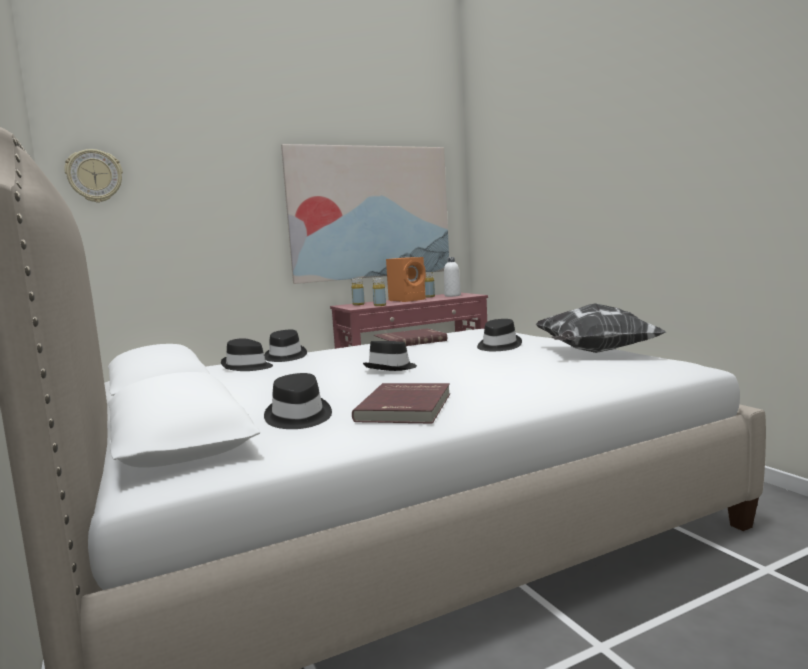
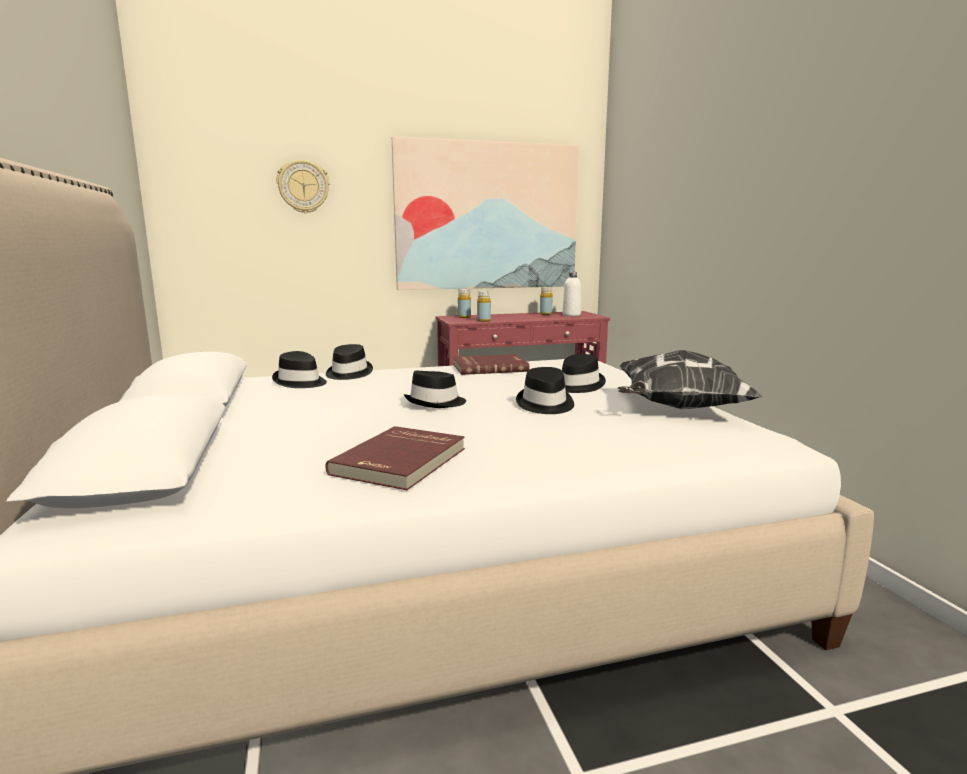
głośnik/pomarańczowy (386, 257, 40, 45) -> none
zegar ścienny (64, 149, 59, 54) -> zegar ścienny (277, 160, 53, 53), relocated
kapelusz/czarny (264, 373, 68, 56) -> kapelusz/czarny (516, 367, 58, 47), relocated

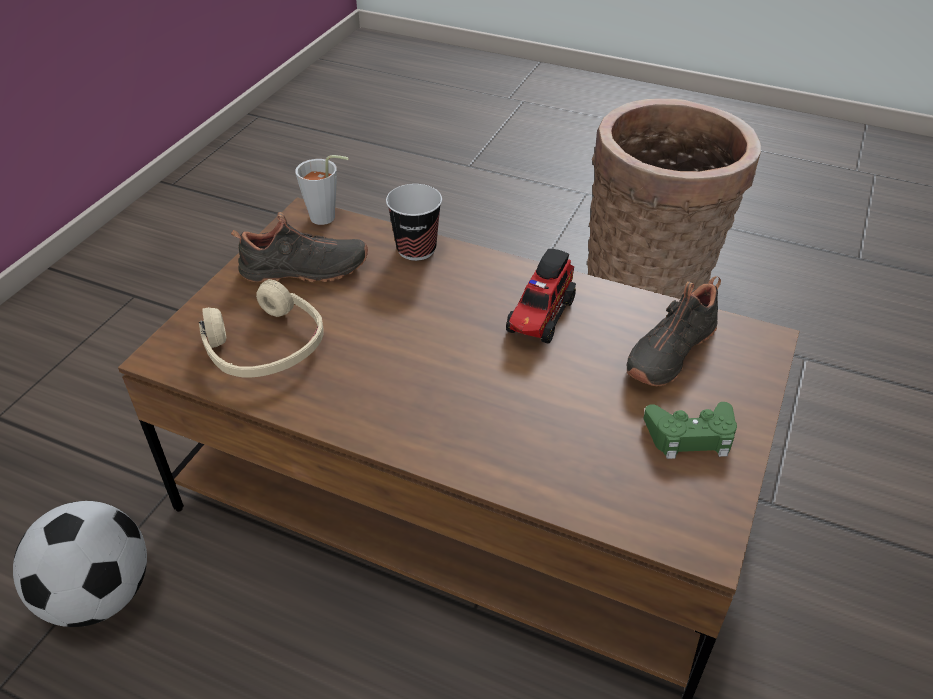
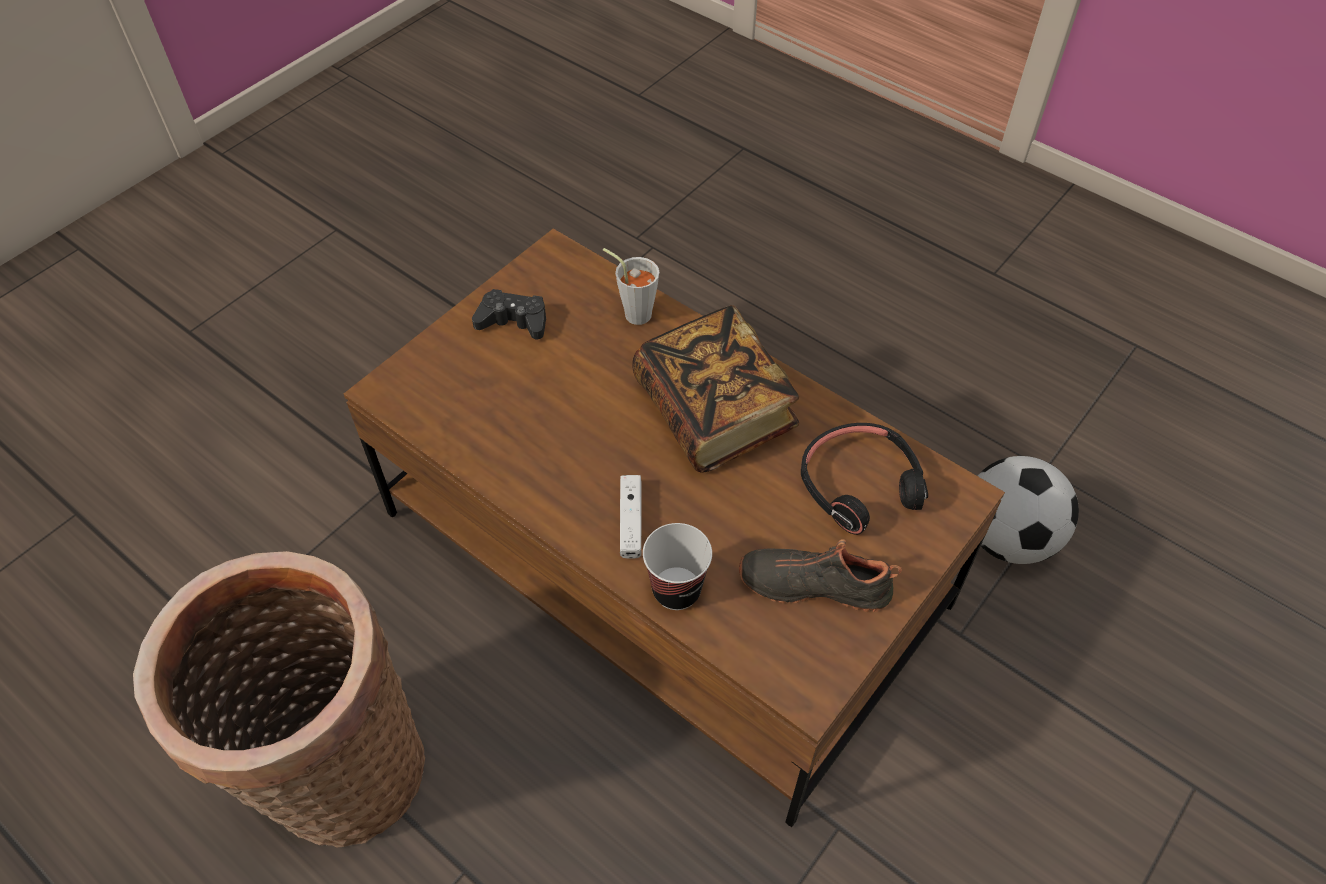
ciężarówka zabawkowa (506, 249, 70, 95) -> none
but/czarny (627, 276, 94, 110) -> none
none -> pad do gier/biały (620, 475, 22, 84)
none -> książka (632, 305, 167, 168)
filiżanka/szary (295, 155, 54, 70) -> filiżanka/szary (603, 248, 56, 77), relocated
słuchawki/beżowy (199, 279, 125, 98) -> słuchawki/czarny (801, 423, 127, 112)
pad do gier/zielony (644, 402, 93, 57) -> pad do gier/czarny (472, 289, 74, 50)

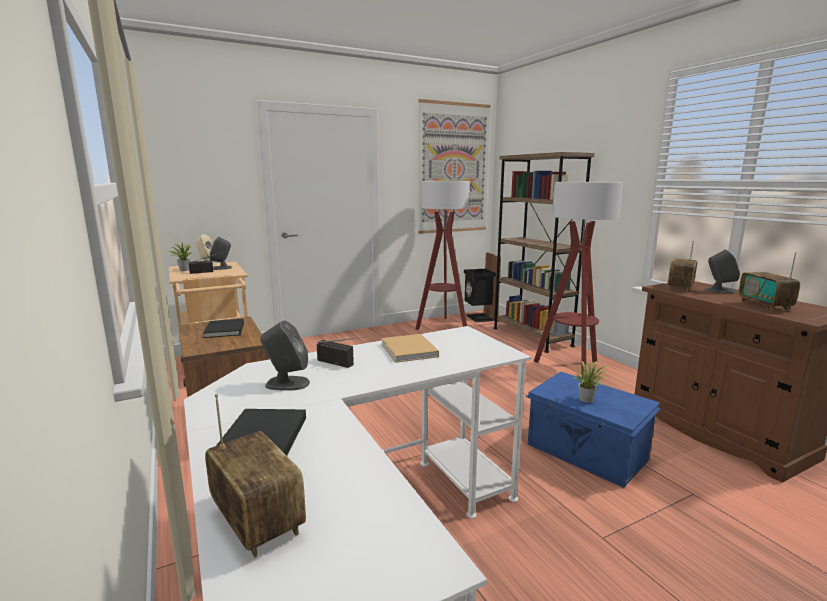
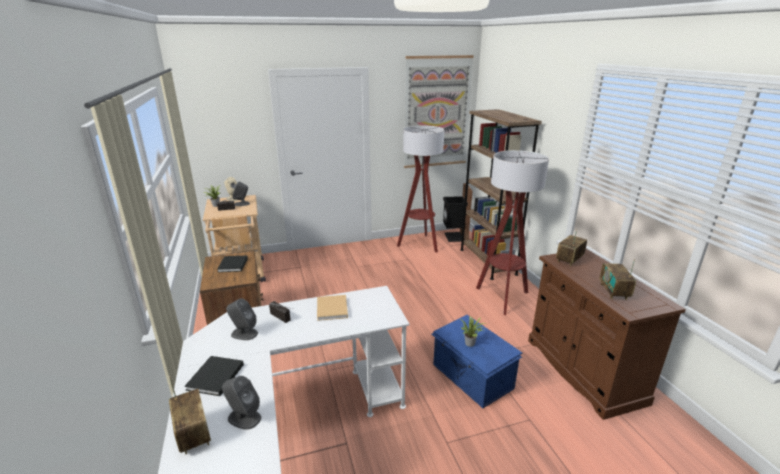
głośnik/szary (704, 250, 36, 43) -> głośnik/szary (222, 376, 39, 54), relocated

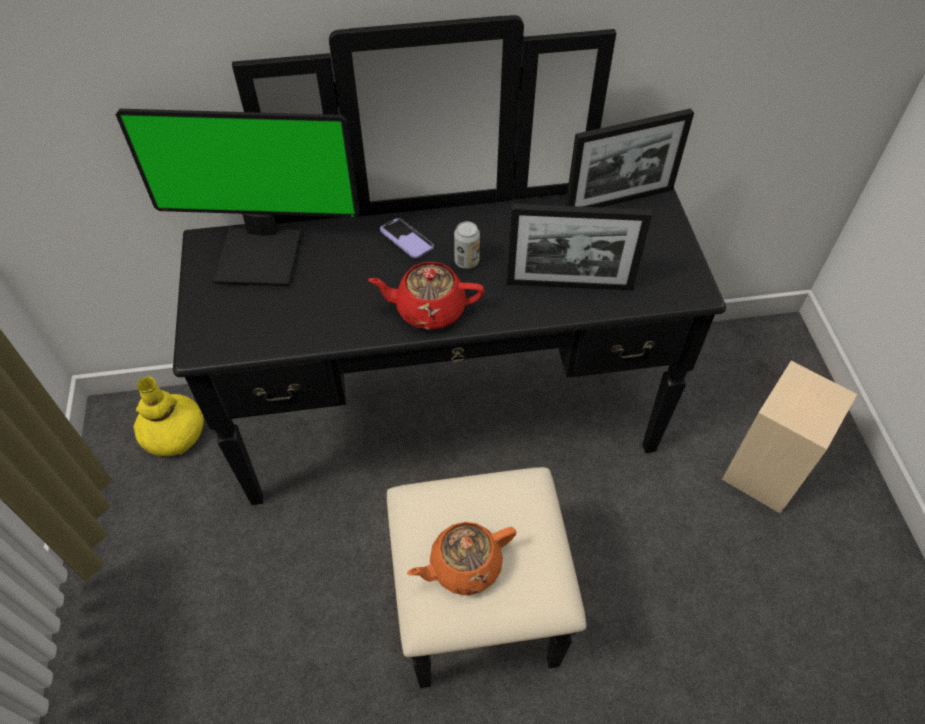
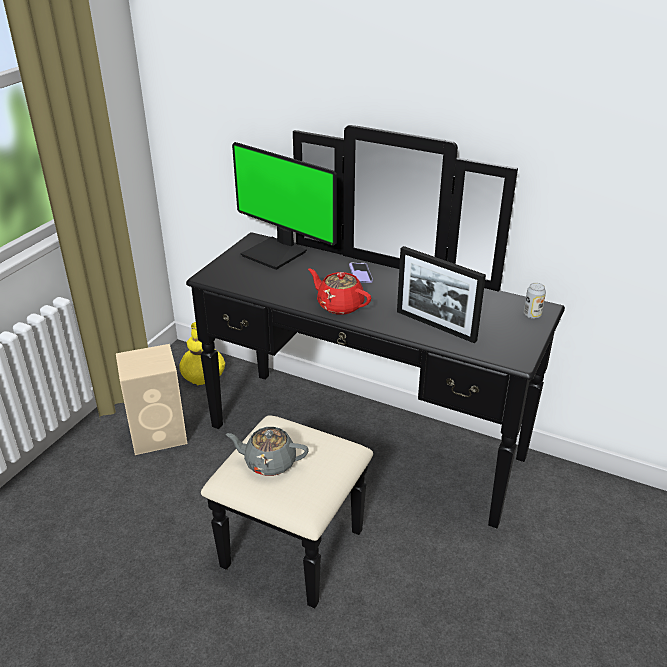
ramka na zdjęcie (566, 108, 128, 99) -> none
puszka (454, 221, 26, 48) -> puszka (524, 283, 22, 36), relocated
głośnik/beżowy (722, 361, 135, 153) -> głośnik/beżowy (116, 344, 71, 111), relocated
imbryk/pomarańczowy (407, 522, 109, 73) -> imbryk/szary (226, 427, 83, 49)

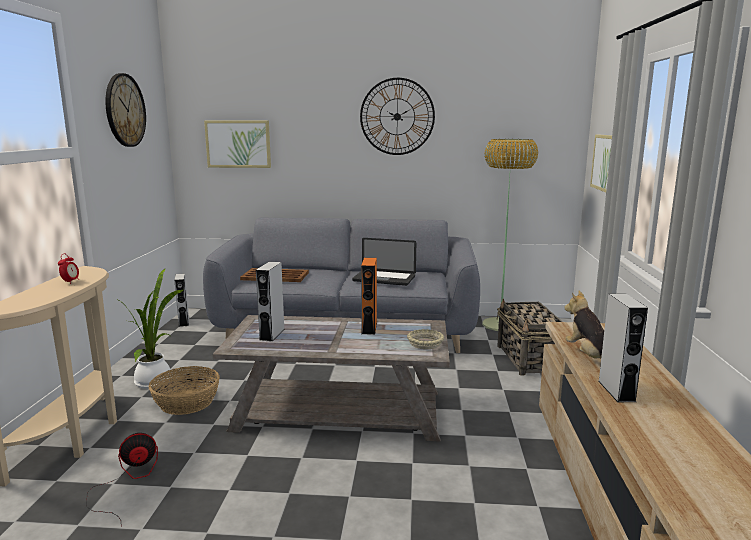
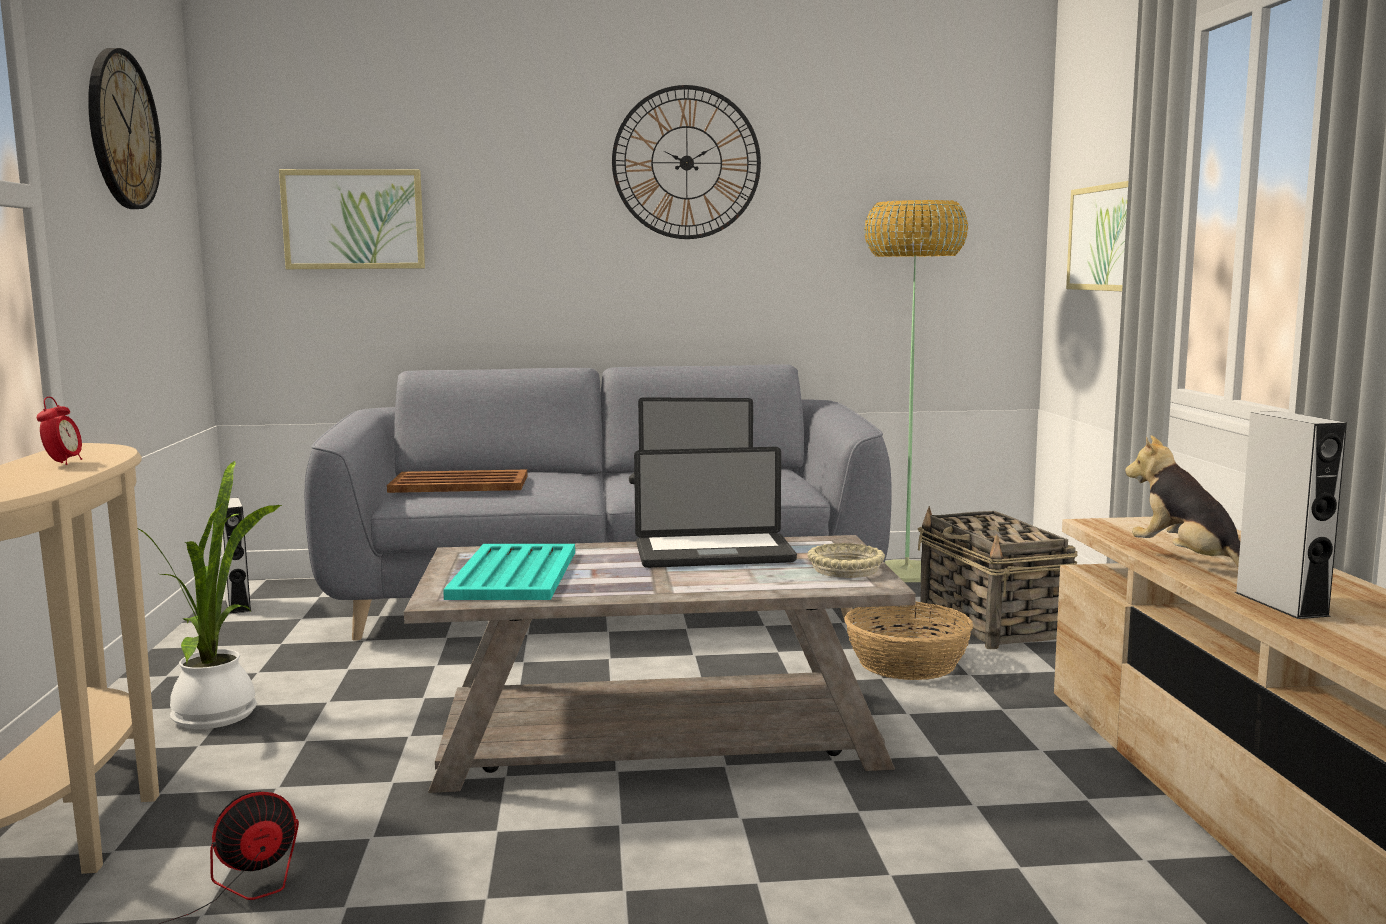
koszyk (148, 366, 72, 49) -> koszyk (844, 602, 130, 78), relocated
głośnik/szary (256, 262, 29, 80) -> taca/turkusowy (443, 544, 132, 56)
głośnik/pomarańczowy (361, 258, 16, 77) -> laptop (634, 447, 163, 121)

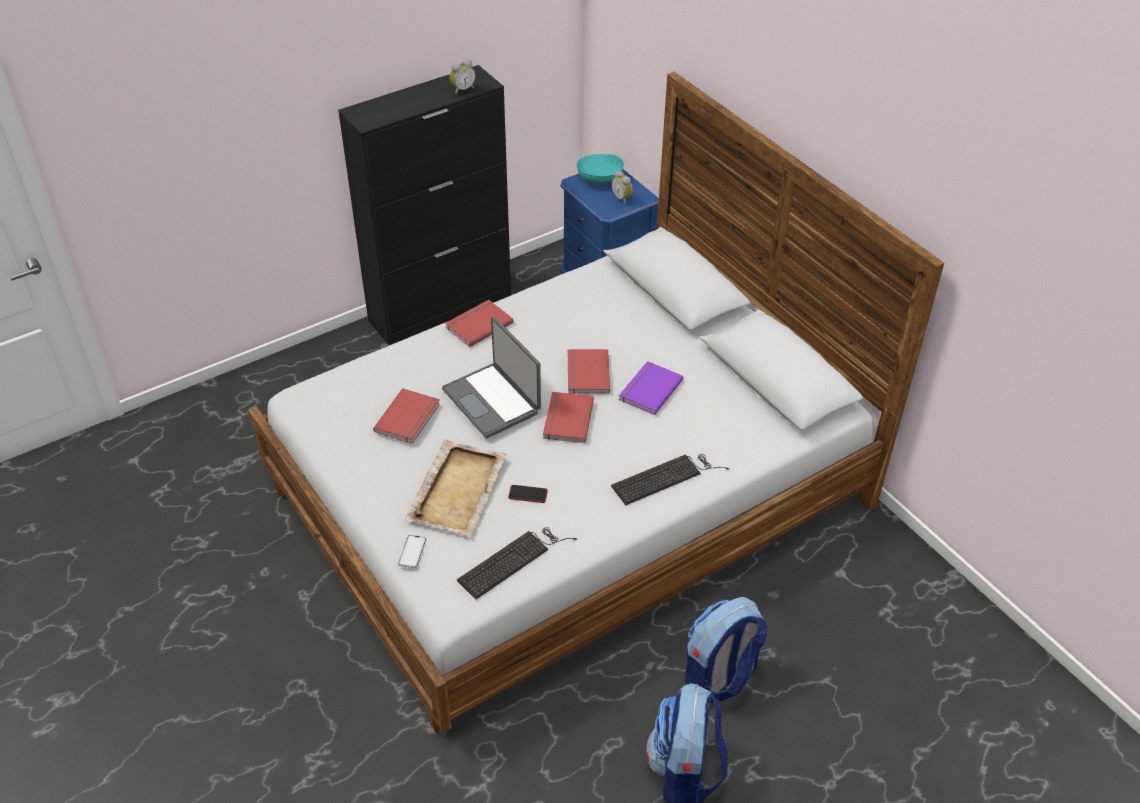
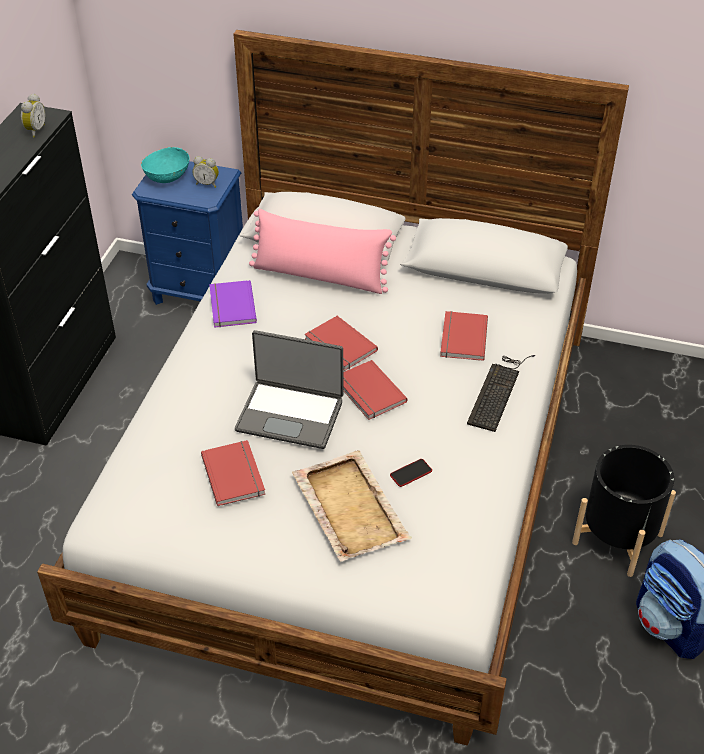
telefon (398, 535, 28, 33) -> none
klawiatura (457, 527, 120, 72) -> none
none -> poduszka/różowy (249, 209, 147, 85)
książka/czerwony (445, 300, 69, 47) -> książka/czerwony (440, 311, 48, 50), relocated
książka/fioletowy (619, 361, 64, 54) -> książka/fioletowy (209, 280, 48, 48), relocated
plecak (685, 597, 82, 106) -> donica/czarny (572, 445, 104, 132)

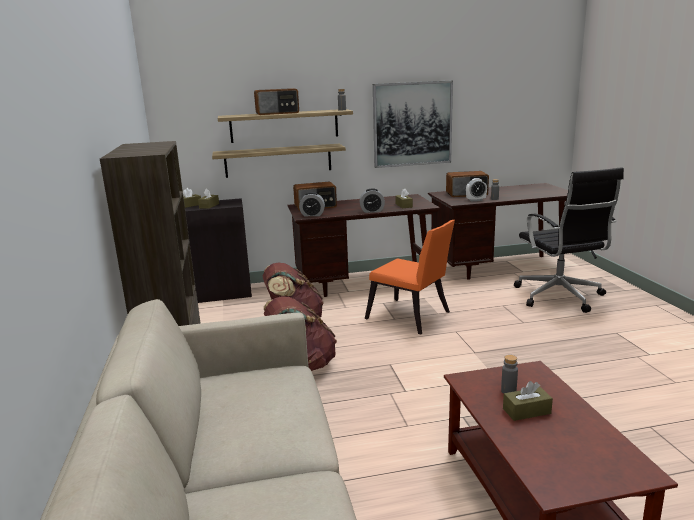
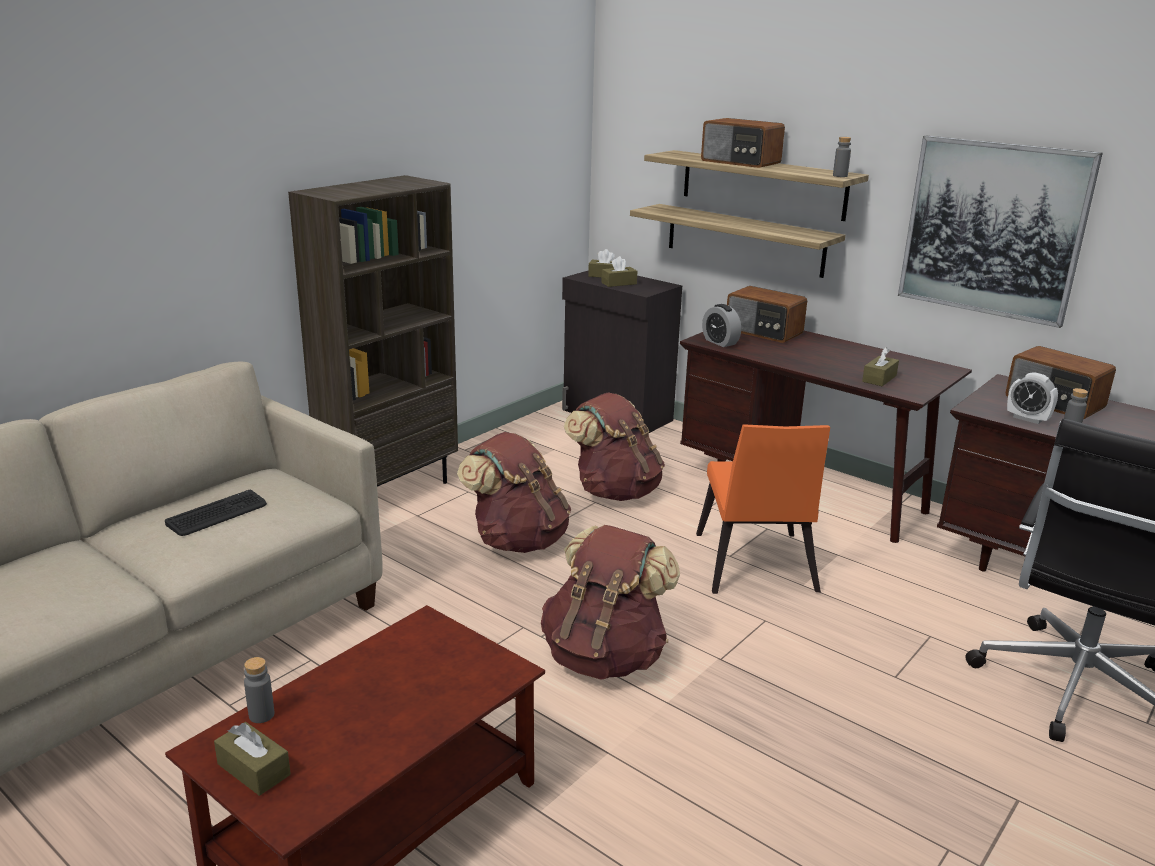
budzik (360, 188, 25, 25) -> none
none -> klawiatura (165, 490, 102, 46)
none -> plecak/brązowy (541, 525, 139, 155)
butelka/szary (501, 355, 17, 39) -> butelka/szary (244, 657, 30, 66), relocated
pudełko chusteczek/brązowy (503, 381, 50, 40) -> pudełko chusteczek/brązowy (214, 722, 77, 74), relocated

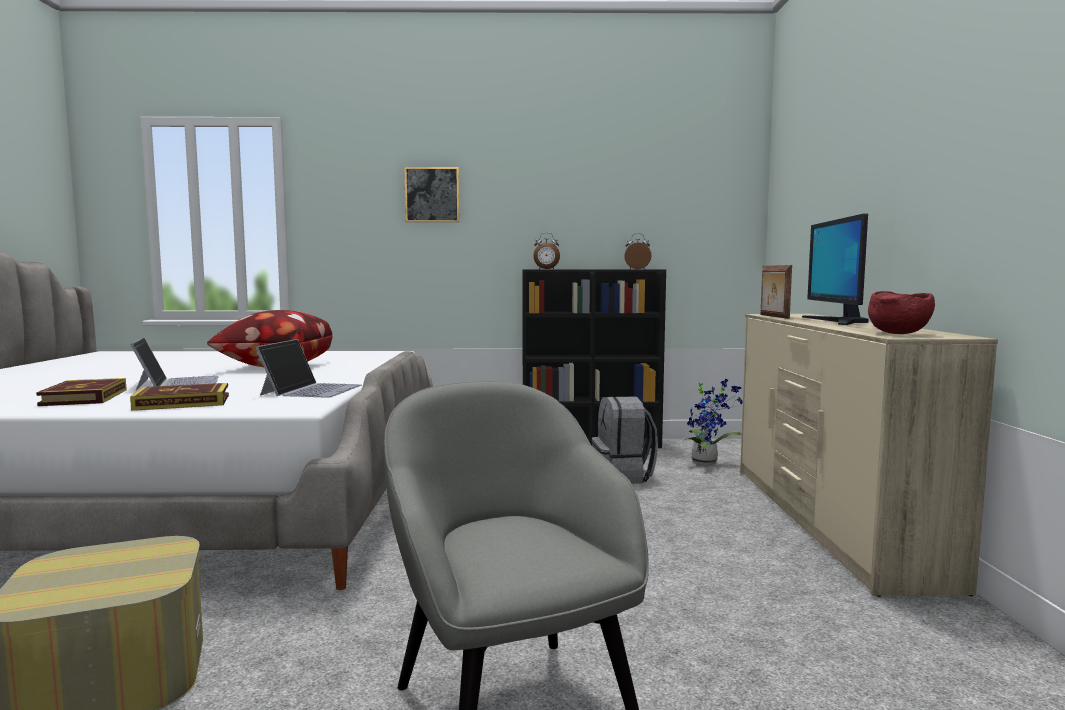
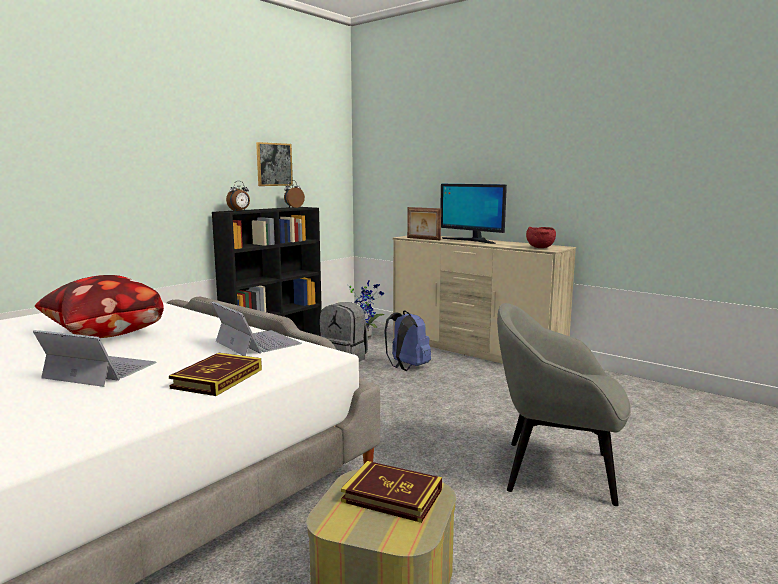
none -> plecak/niebieski (384, 310, 47, 61)
książka (36, 378, 91, 28) -> książka (341, 461, 101, 62), relocated
obraz (404, 167, 56, 55) -> obraz (256, 142, 37, 44), relocated

